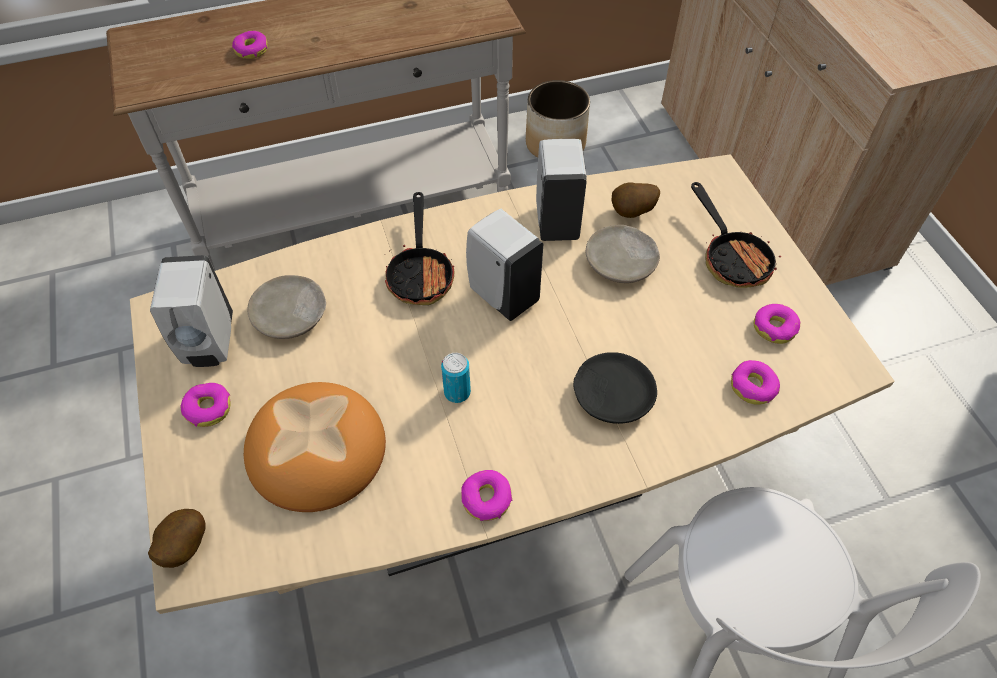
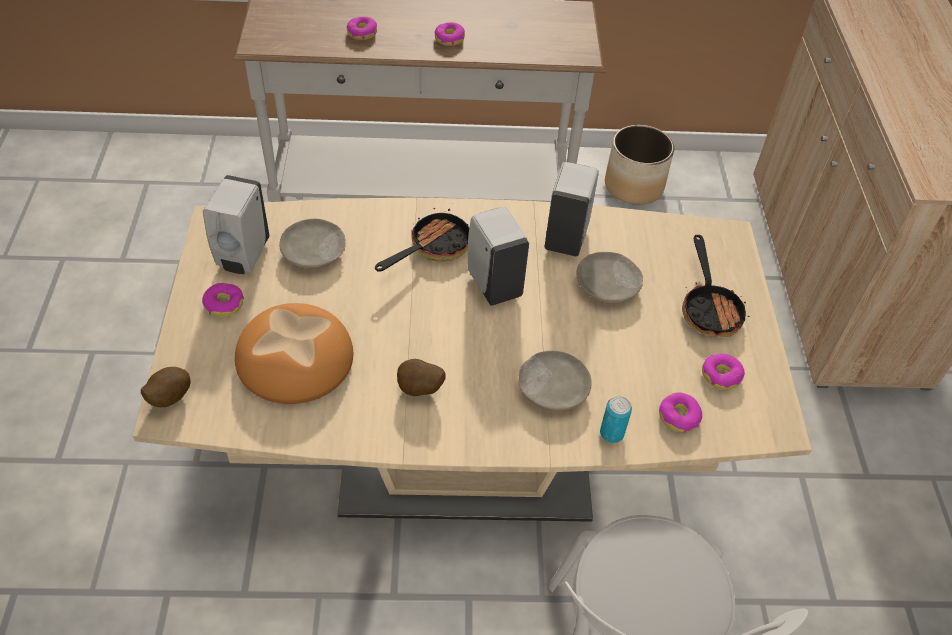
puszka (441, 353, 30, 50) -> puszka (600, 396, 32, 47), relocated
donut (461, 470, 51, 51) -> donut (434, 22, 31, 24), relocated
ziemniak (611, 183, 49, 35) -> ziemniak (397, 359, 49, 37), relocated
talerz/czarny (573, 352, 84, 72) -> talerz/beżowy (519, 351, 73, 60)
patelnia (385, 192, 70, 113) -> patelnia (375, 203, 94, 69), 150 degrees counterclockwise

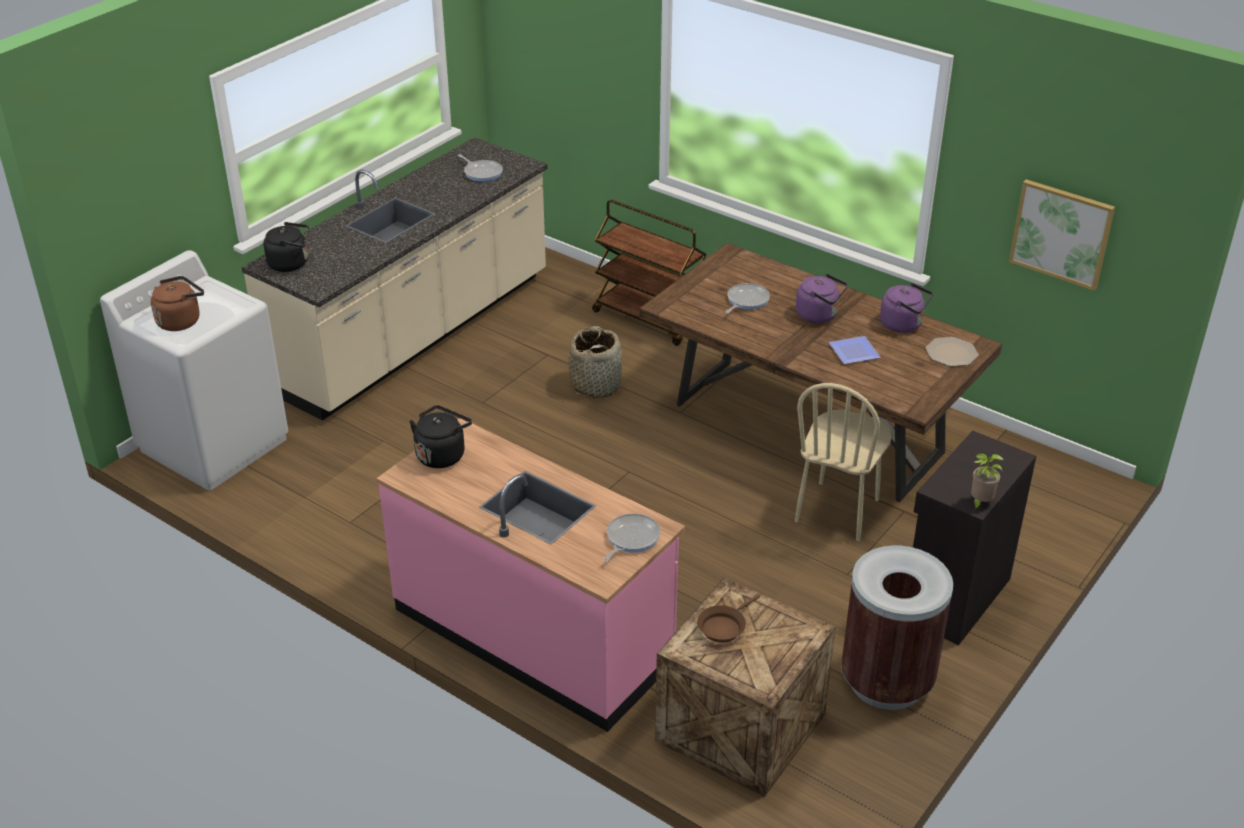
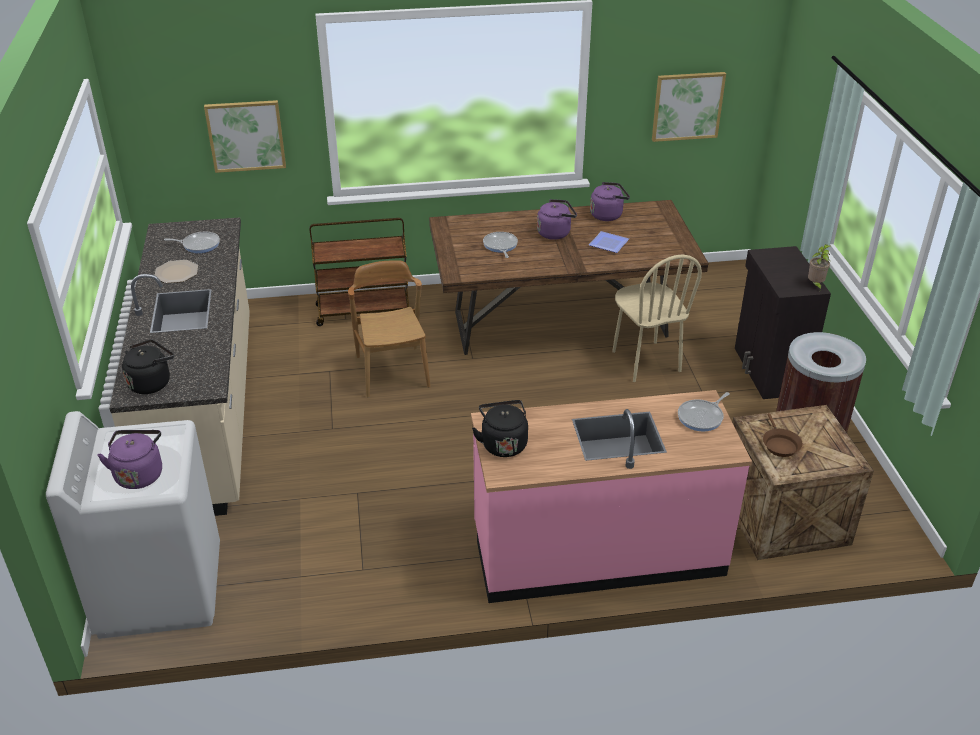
none -> obraz (204, 100, 82, 73)
talerz (926, 337, 53, 29) -> talerz (155, 260, 43, 23), relocated
koszyk (569, 326, 53, 72) -> krzesło/brązowy (348, 260, 83, 138)
czajnik/brązowy (151, 276, 53, 55) -> czajnik/fioletowy (97, 430, 65, 59)
patelnia (603, 513, 57, 49) -> patelnia (678, 392, 52, 39), 120 degrees counterclockwise

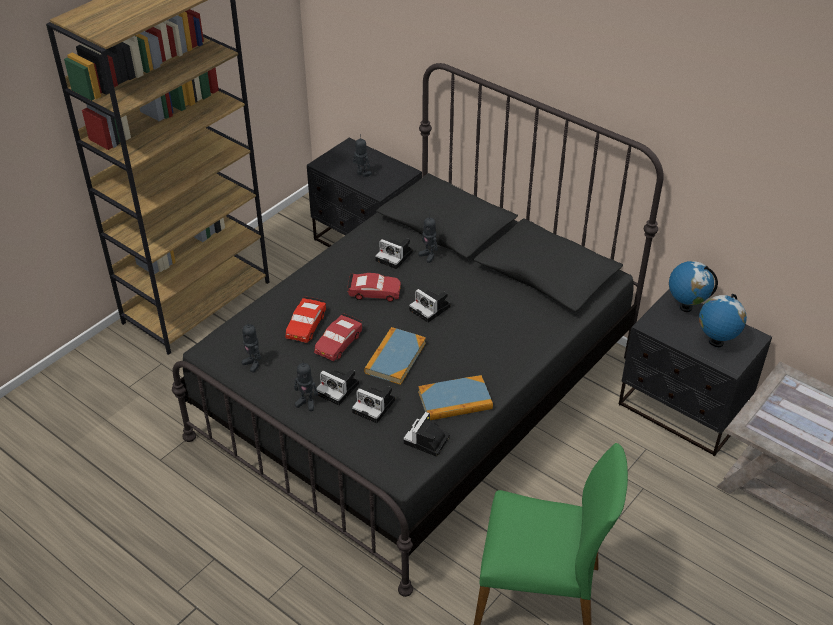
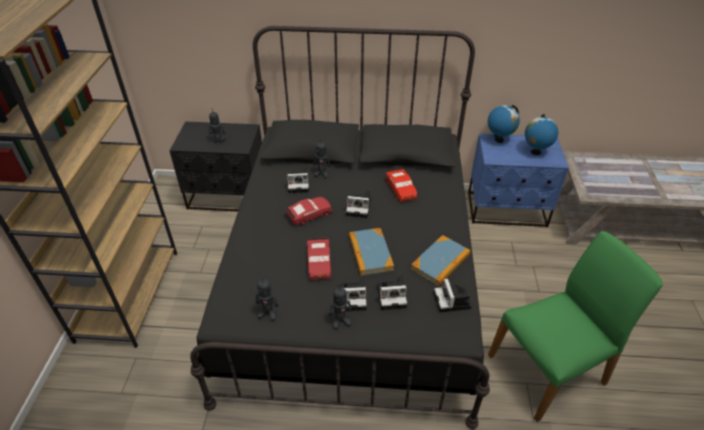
samochodzik/czerwony (286, 296, 40, 47) -> samochodzik/czerwony (386, 168, 31, 34), relocated
szafka nocna/czarny (619, 289, 153, 167) -> szafka nocna/niebieski (468, 133, 101, 94)

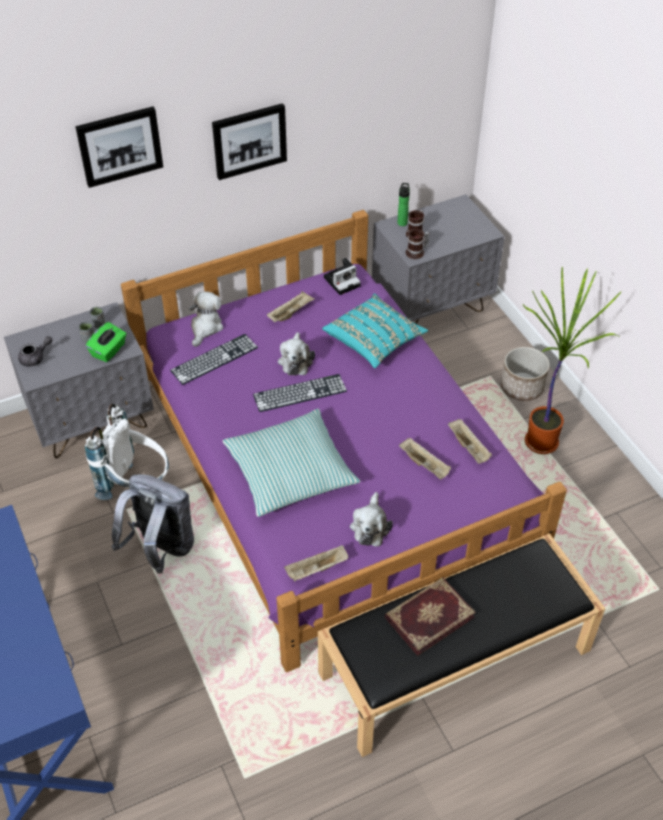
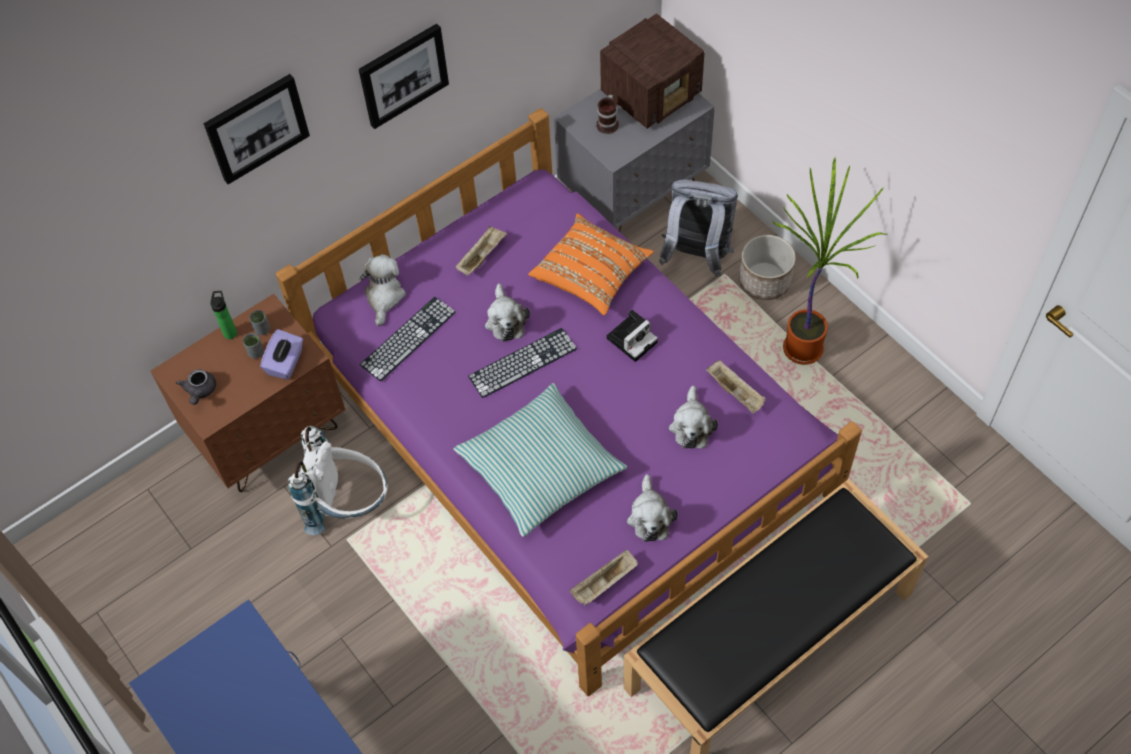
książka (385, 577, 91, 79) -> none
kubek (406, 229, 24, 30) -> none
none -> radio (600, 13, 105, 116)
plecak/szary (111, 474, 83, 100) -> plecak/szary (659, 179, 79, 98), relocated
aparat fotograficzny (324, 258, 37, 37) -> aparat fotograficzny (607, 310, 51, 52), relocated
butelka (397, 183, 13, 43) -> butelka (210, 291, 27, 48), relocated
taca/beżowy (399, 438, 52, 42) -> pluszak (669, 386, 49, 63)
szafka nocna/szary (4, 302, 150, 156) -> szafka nocna/brązowy (150, 294, 195, 198)
pudełko chusteczek/zielony (86, 322, 40, 40) -> pudełko chusteczek/fioletowy (260, 329, 43, 51)
poduszka/turkusowy (322, 293, 106, 75) -> poduszka/pomarańczowy (528, 213, 126, 102)
imbryk/szary (18, 336, 35, 31) -> imbryk/szary (176, 369, 40, 36), 135 degrees clockwise

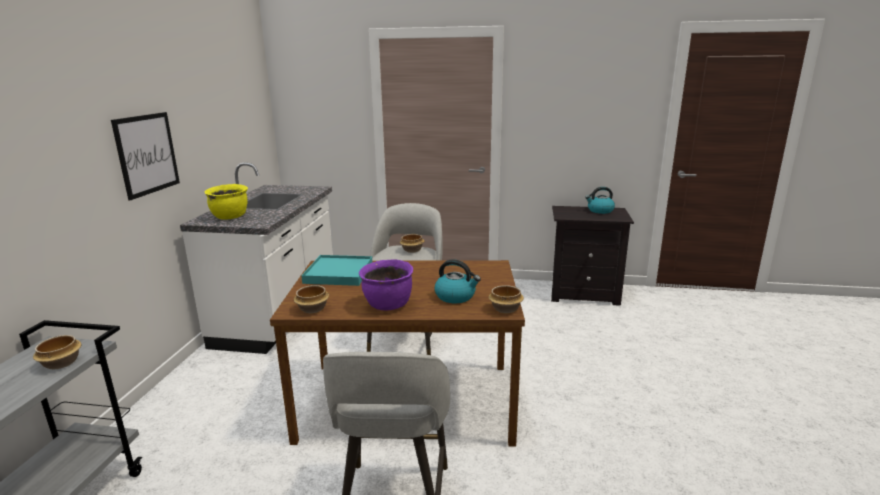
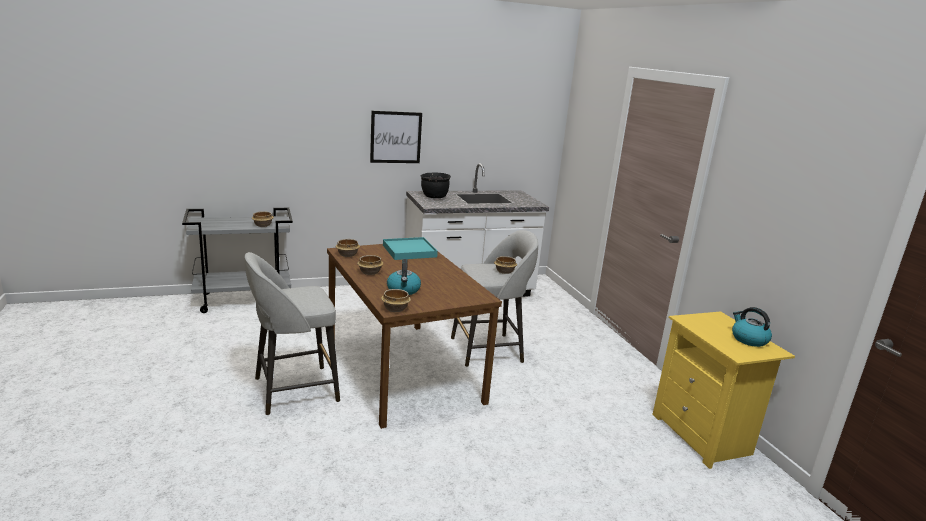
garnek/fioletowy (359, 260, 54, 51) -> miska (357, 255, 26, 20)
garnek/żółty (205, 184, 43, 36) -> garnek/czarny (421, 172, 30, 26)
szafka nocna/czarny (551, 206, 83, 100) -> szafka nocna/żółty (652, 311, 143, 158)

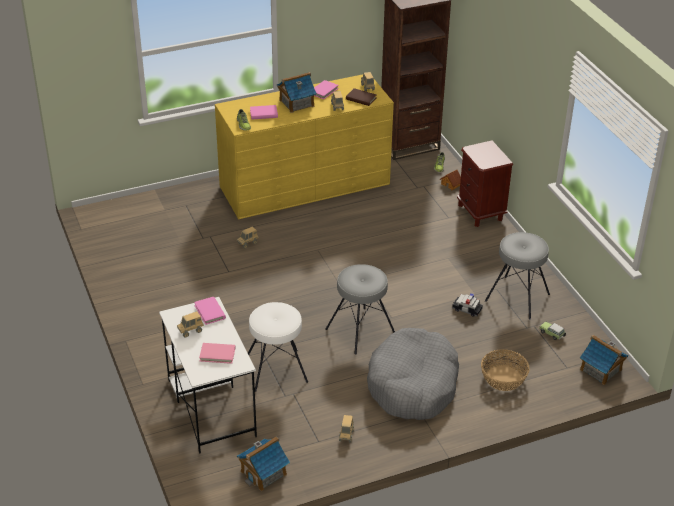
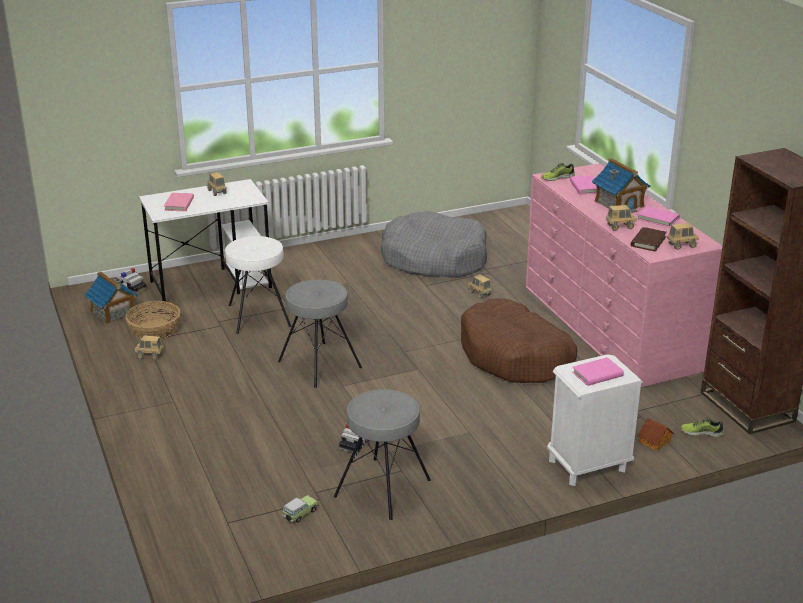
domek (580, 335, 49, 50) -> none
none -> samochodzik (116, 268, 31, 25)
none -> legowisko/brązowy (461, 298, 116, 85)
książka/różowy (194, 297, 32, 28) -> książka/różowy (572, 357, 52, 29), relocated
legowisko/szary (367, 328, 92, 92) -> legowisko/szary (381, 211, 106, 67), relocated
koszyk (481, 349, 49, 42) -> koszyk (125, 301, 56, 38), relocated
komoda/żółty (215, 74, 179, 145) -> komoda/różowy (526, 163, 196, 224)
szafka nocna/brązowy (457, 140, 56, 87) -> szafka nocna/biały (547, 354, 96, 132)

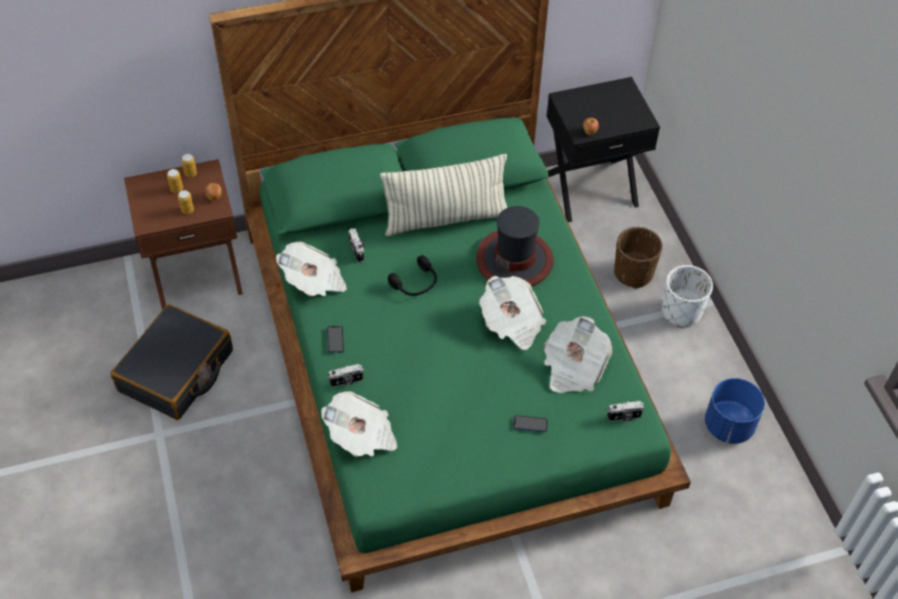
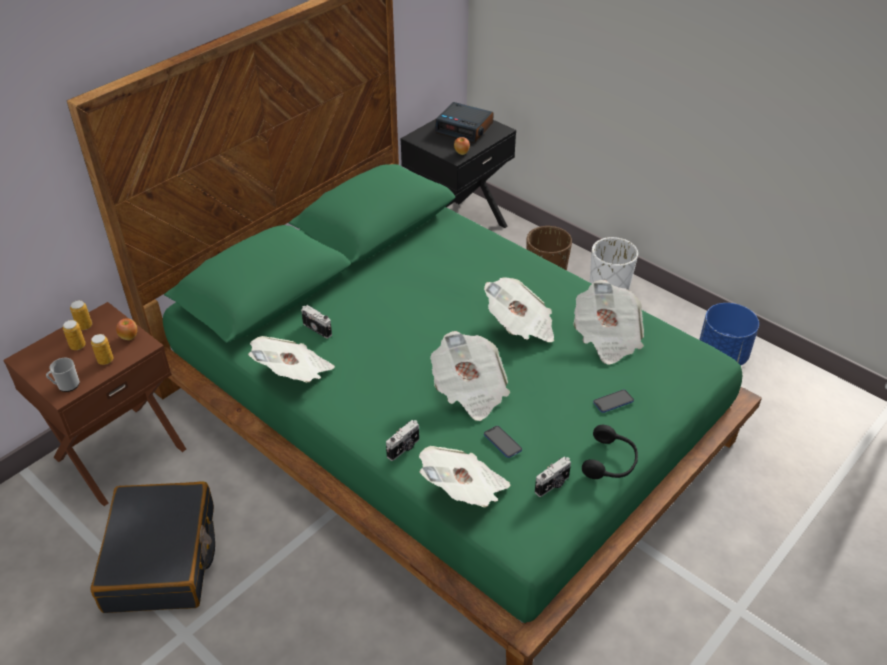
poduszka (380, 154, 127, 82) -> none
kapelusz (476, 206, 78, 80) -> none
none -> kubek (46, 358, 34, 34)
none -> gazeta (430, 331, 80, 90)
none -> budzik (435, 102, 59, 41)
telefon (327, 326, 17, 27) -> telefon (484, 426, 38, 32), relocated
słuchawki/czarny (388, 255, 49, 41) -> słuchawki/czarny (582, 425, 56, 54), relocated
aparat fotograficzny (607, 401, 37, 21) -> aparat fotograficzny (535, 456, 36, 41), relocated

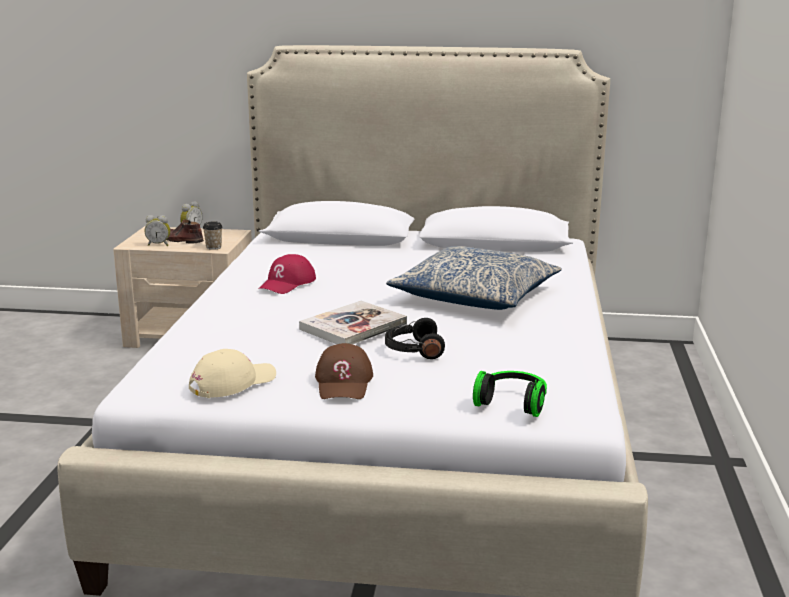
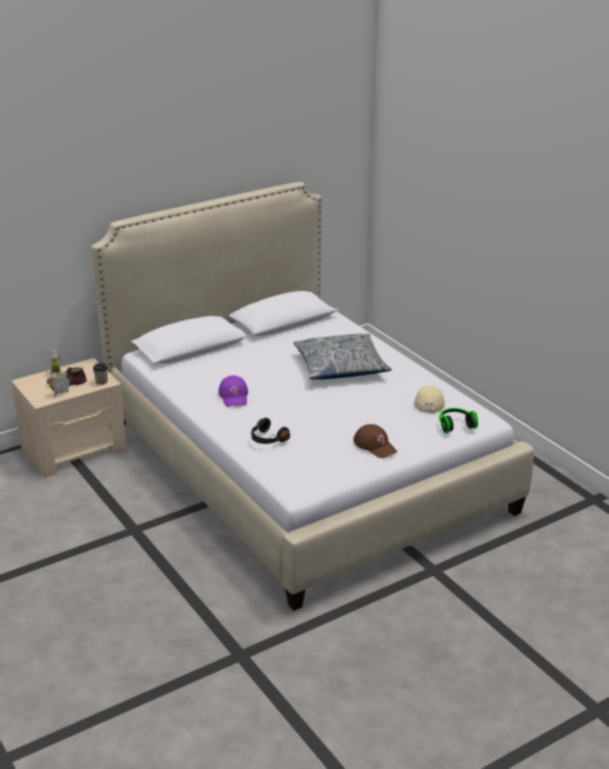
książka (299, 301, 108, 44) -> none
czapka z daszkiem/beżowy (189, 349, 87, 49) -> czapka z daszkiem/beżowy (414, 385, 31, 28), relocated
słuchawki/czarny (385, 318, 60, 41) -> słuchawki/czarny (251, 418, 39, 26), relocated
czapka z daszkiem/czerwony (258, 254, 58, 40) -> czapka z daszkiem/fioletowy (218, 375, 30, 32)

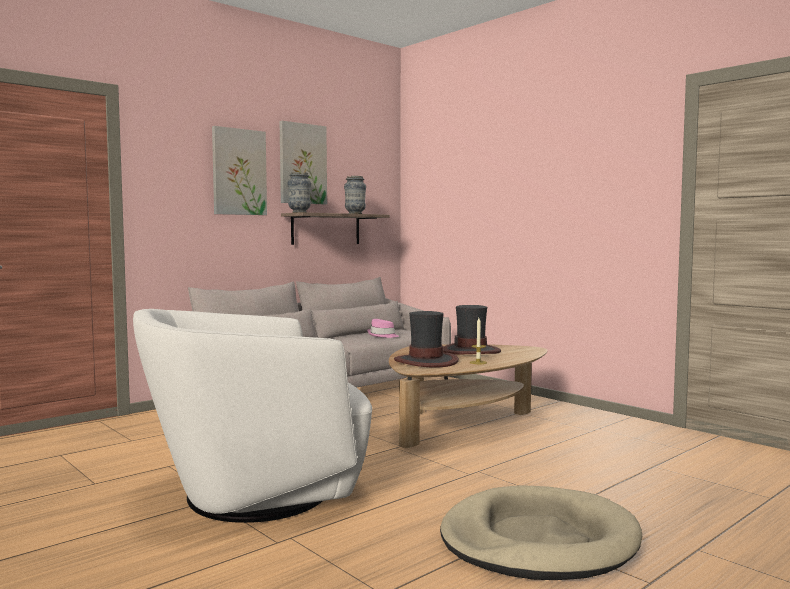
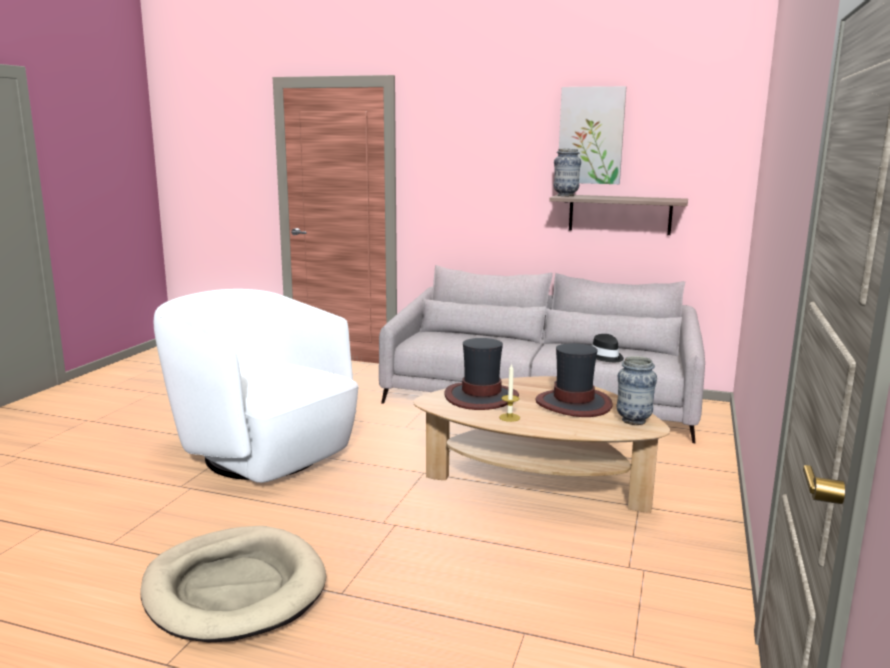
obraz (212, 126, 55, 89) -> none
wazon (344, 176, 22, 38) -> wazon (617, 356, 40, 69), relocated
kapelusz/różowy (367, 319, 32, 19) -> kapelusz/czarny (592, 334, 32, 28)

